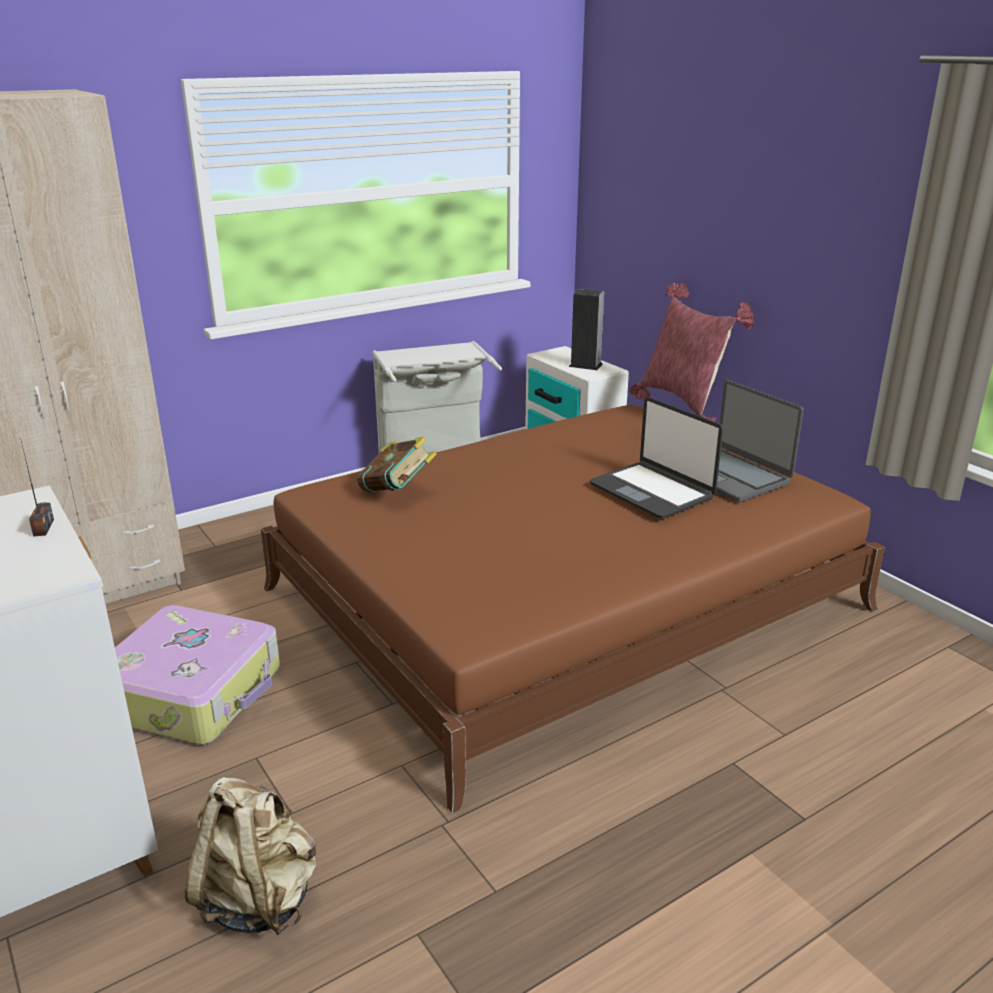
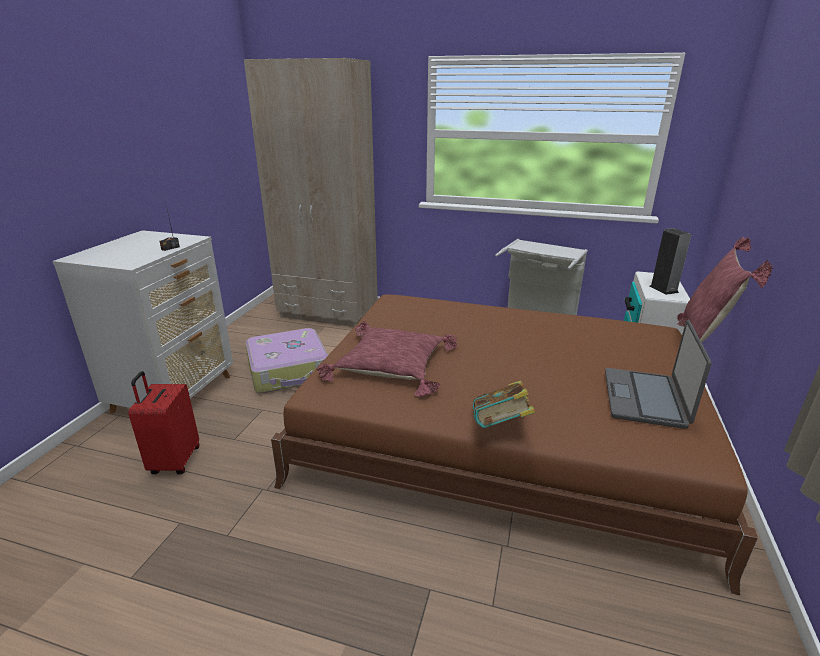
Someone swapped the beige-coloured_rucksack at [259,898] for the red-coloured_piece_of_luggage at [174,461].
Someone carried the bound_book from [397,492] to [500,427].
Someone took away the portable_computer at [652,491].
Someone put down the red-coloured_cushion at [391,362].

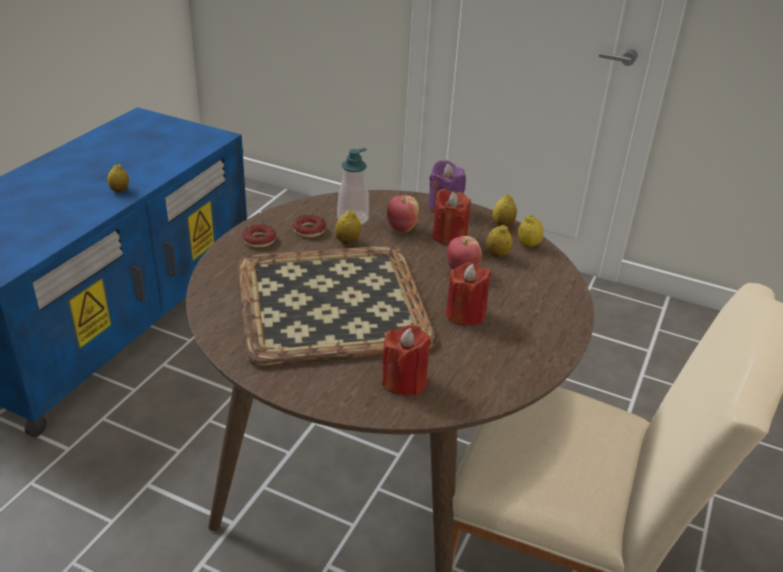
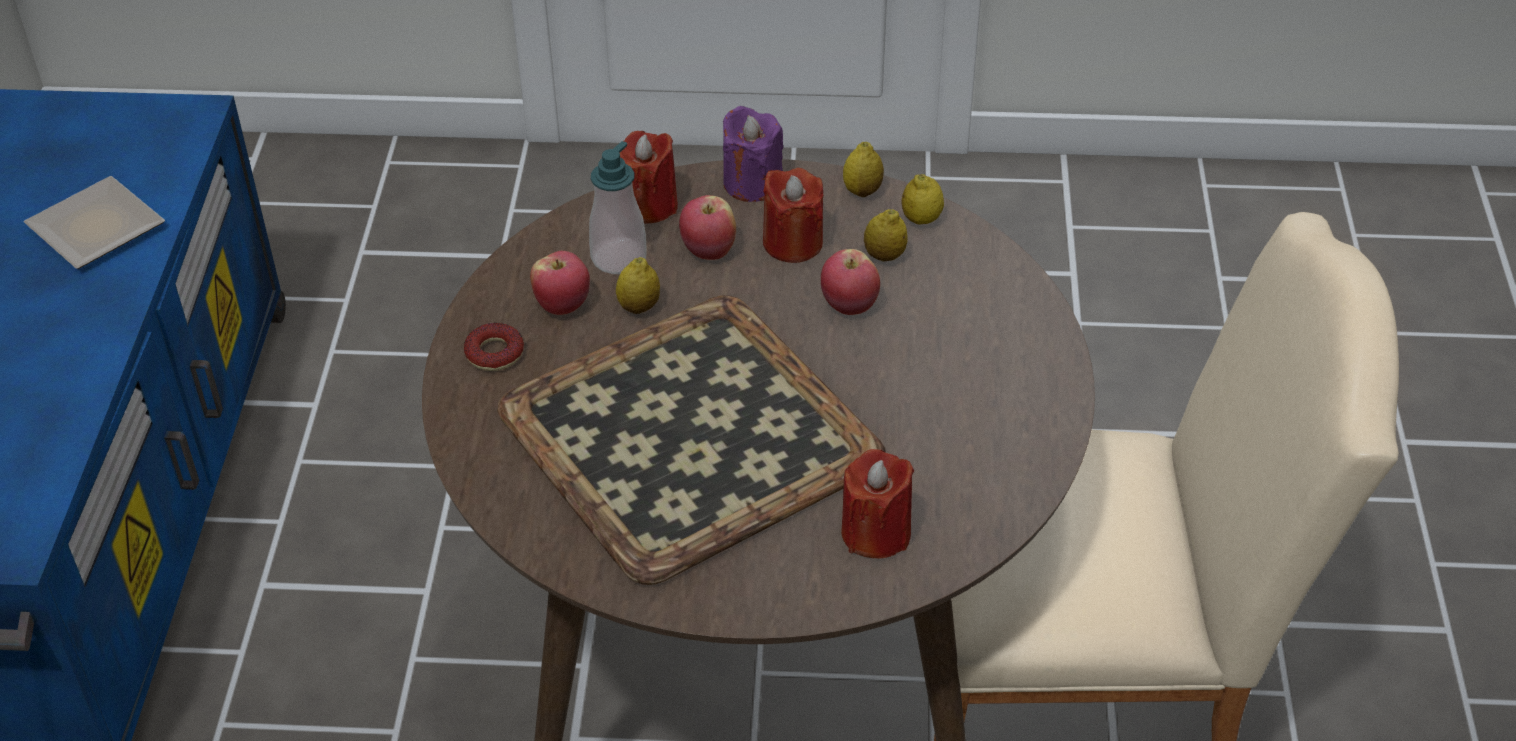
Someone took away the citrus_fruit at [119,190].
Someone swapped the doughnut at [309,230] for the apple_fruit at [563,305].
Someone carried the red-coloured_wax_candle from [465,314] to [648,205].
Someone put down the dinner_plate at [97,225].

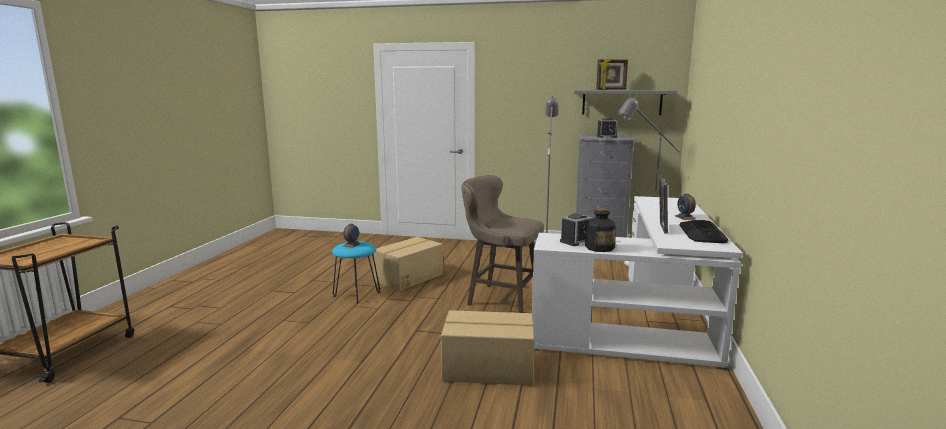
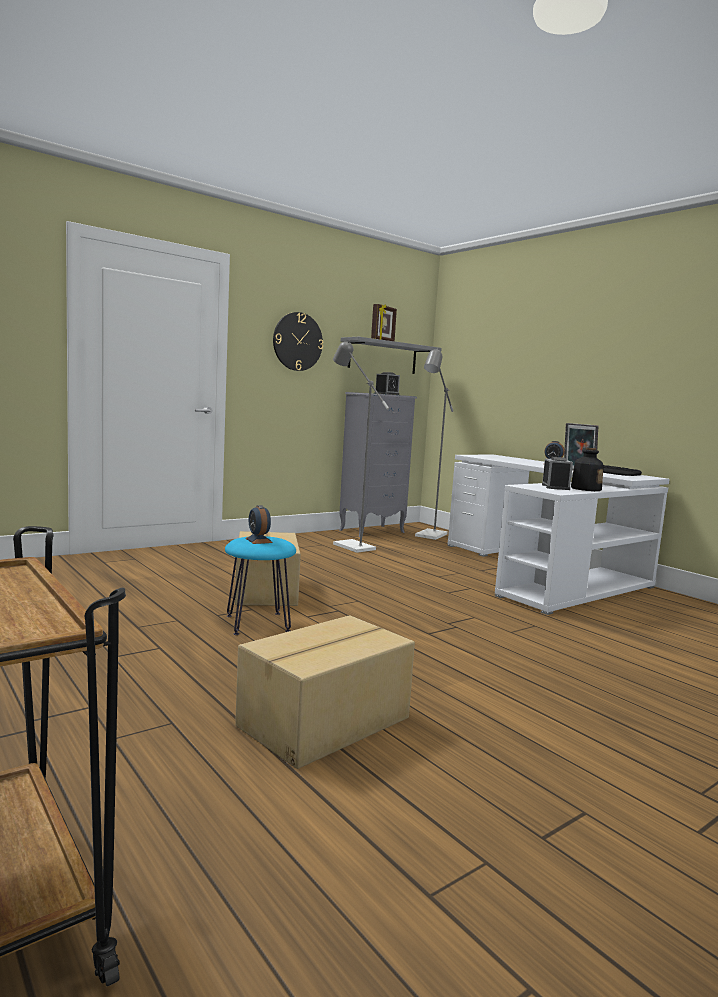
Someone carried the cardboard_box from [488,369] to [326,722].
Someone took away the beige-coloured_stool_seat at [500,298].
Someone put up the wall_clock at [297,341].

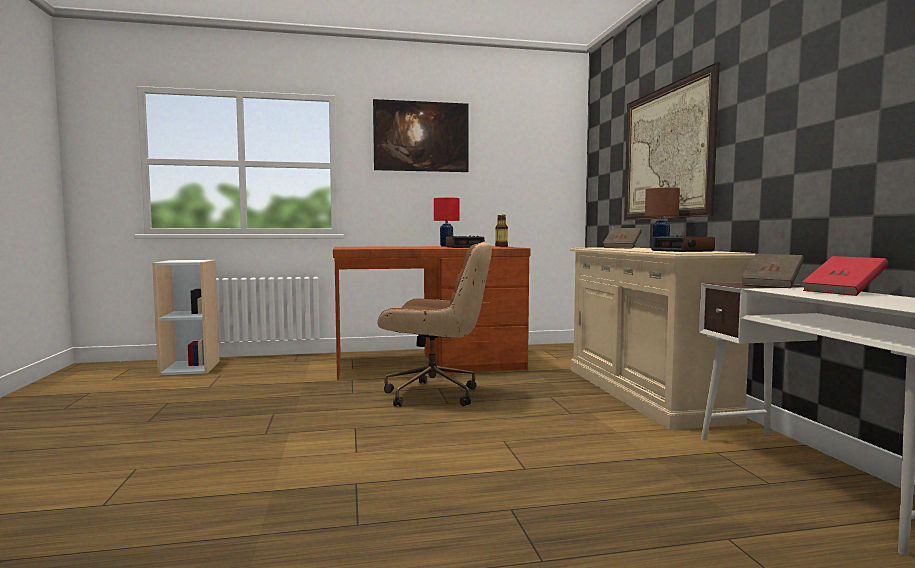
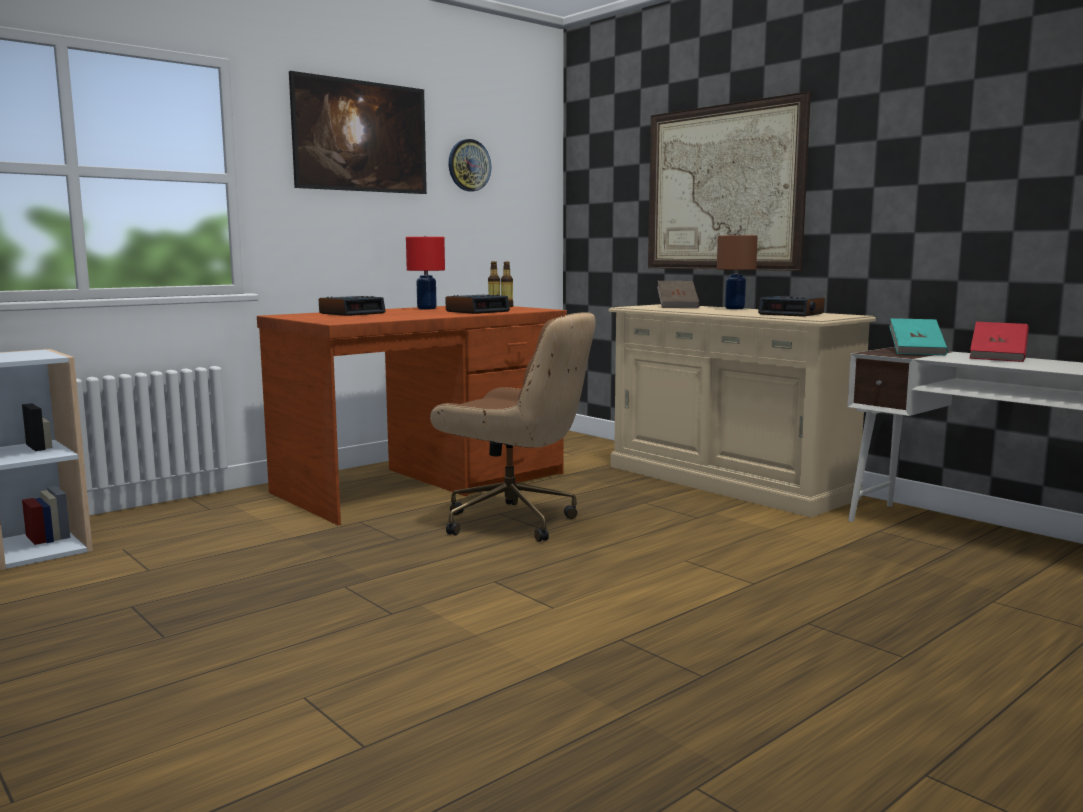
Someone rotated the brown_desk_chair at [435,395] by 45 degrees clockwise.
Someone repainted the brown_bound_book at [772,285], which became the turquoise_bound_book at [916,352].
Someone put down the table_clock at [352,313].
Someone put up the wall_clock at [469,165].

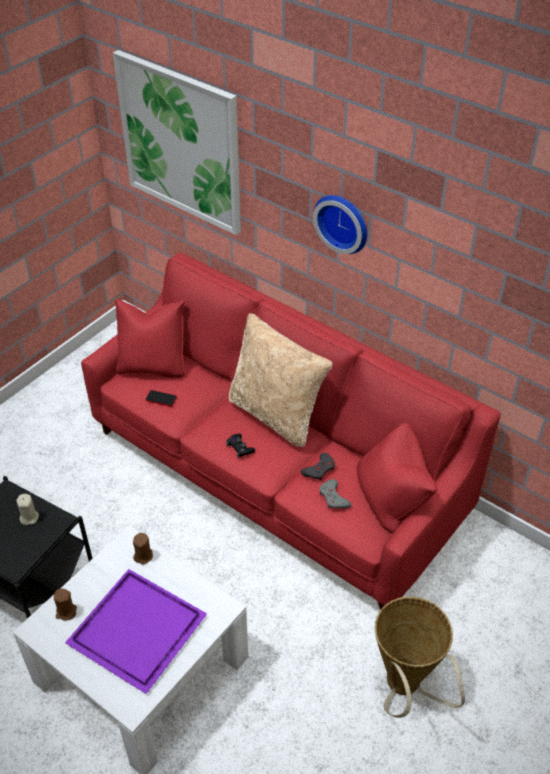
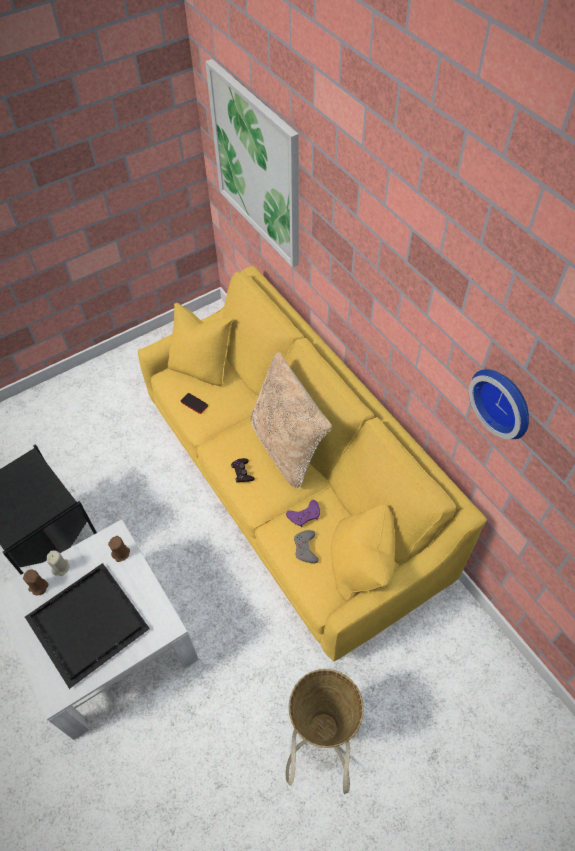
Someone carried the beige-coloured_wax_candle from [29,517] to [60,567].
Someone repainted the purplish_serving_tray at [137,633], which became the blackish_serving_tray at [87,626].
Someone repainted the red-coloured_sofa at [276,473], which became the yellowish_sofa at [290,490].
Someone repainted the gray_gamepad at [319,469], which became the purplish_gamepad at [304,515].
Someone carried the wall_clock from [343,222] to [504,401].

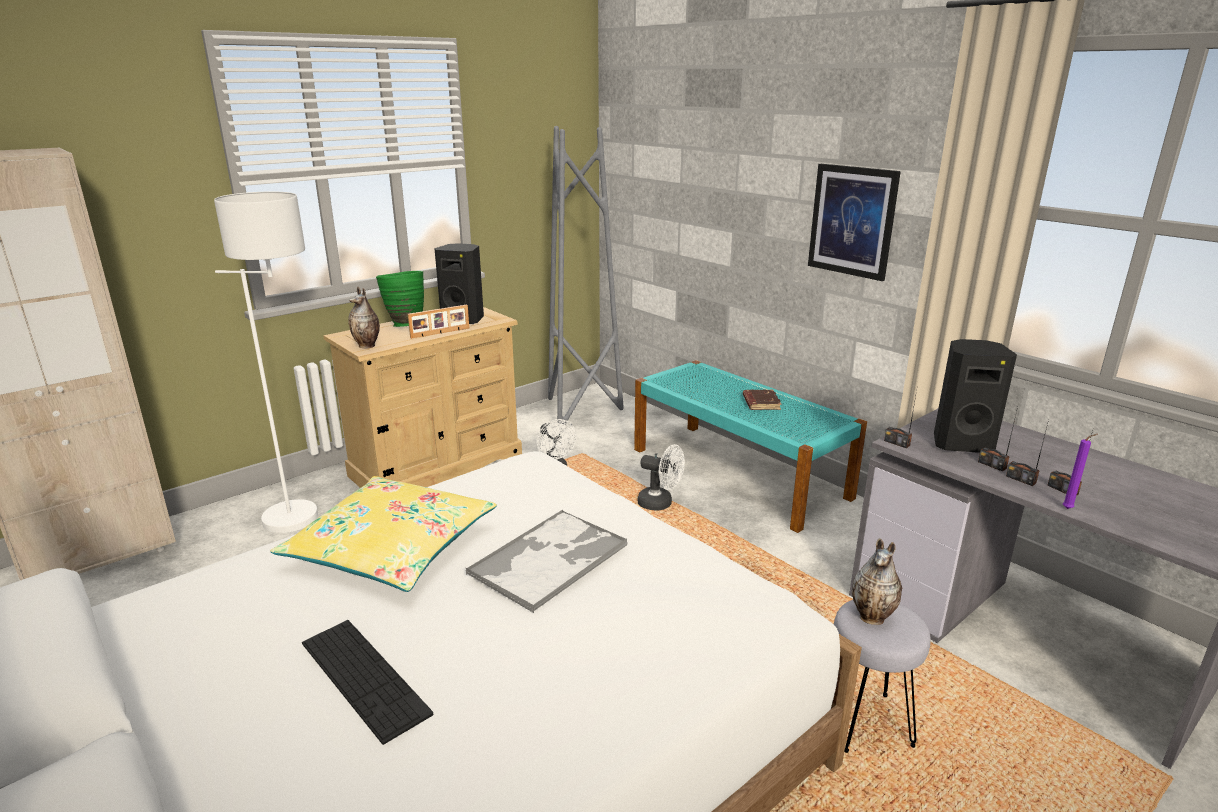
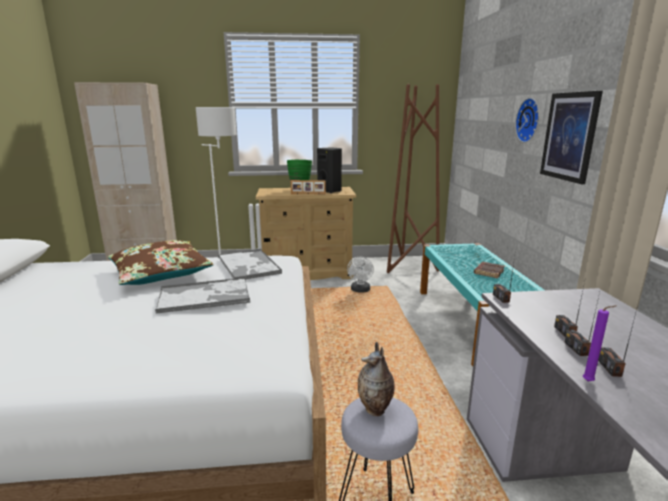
Someone repainted the yellowish_cushion at [391,548], which became the brown_cushion at [160,273].
Someone took away the keyboard at [364,677].
Someone took away the decorative_vase at [368,346].
Someone repainted the gray_garment_rack at [577,413], which became the brown_garment_rack at [409,266].
Someone took away the white_fan at [660,504].
Someone took away the blackish_audio_speaker at [961,443].
Someone put down the serving_tray at [249,265].
Someone put up the wall_clock at [530,120].

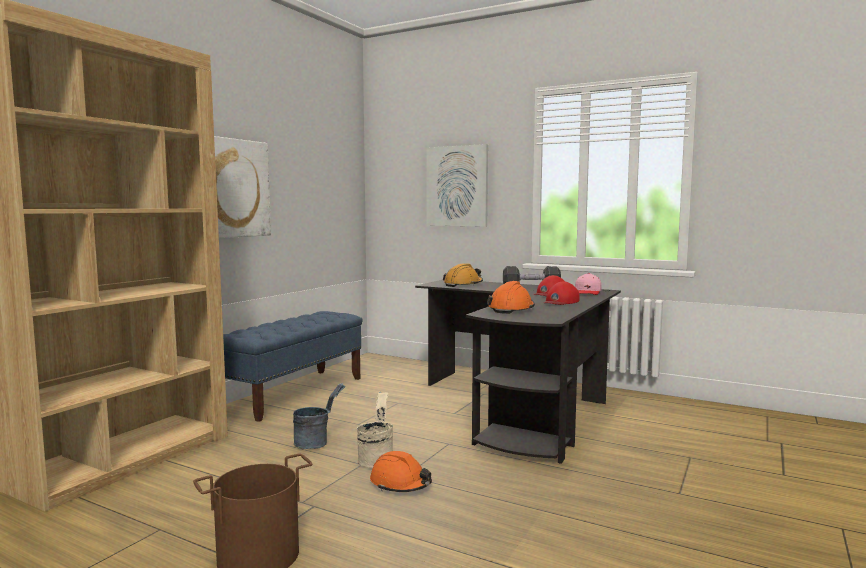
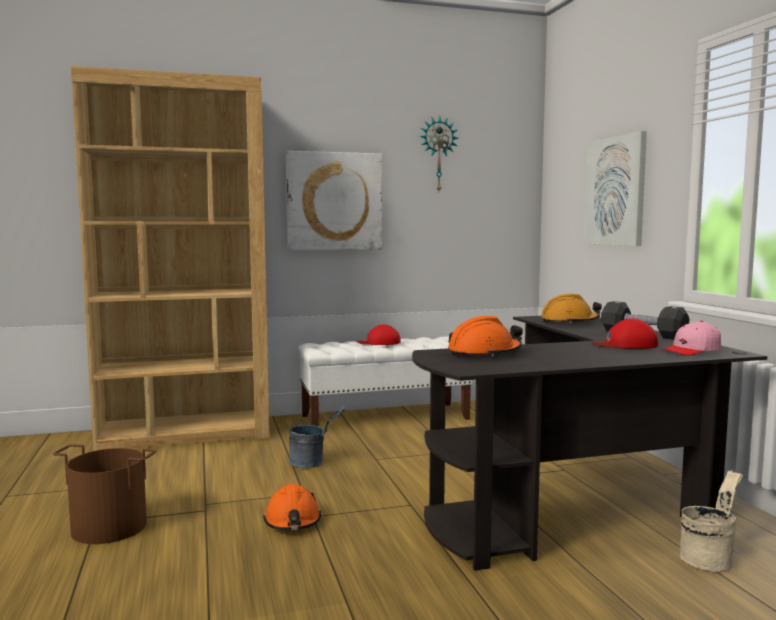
Someone repainted the blue-coloured_indoor_bench at [294,393], which became the white_indoor_bench at [385,417].
Someone carried the beige-coloured_bucket from [376,459] to [709,558].
Someone carried the red-coloured_baseball_cap from [560,301] to [379,342].
Someone put up the wall_clock at [438,154].

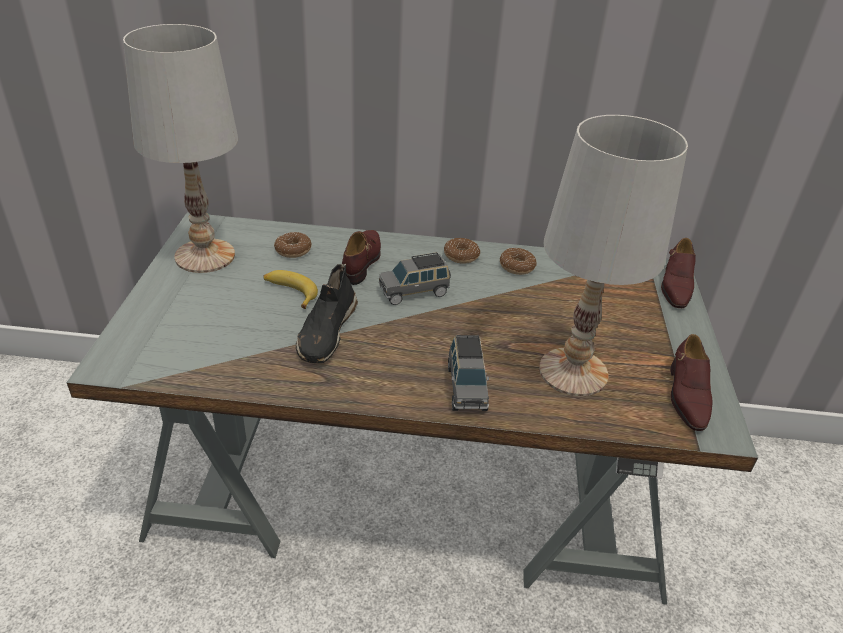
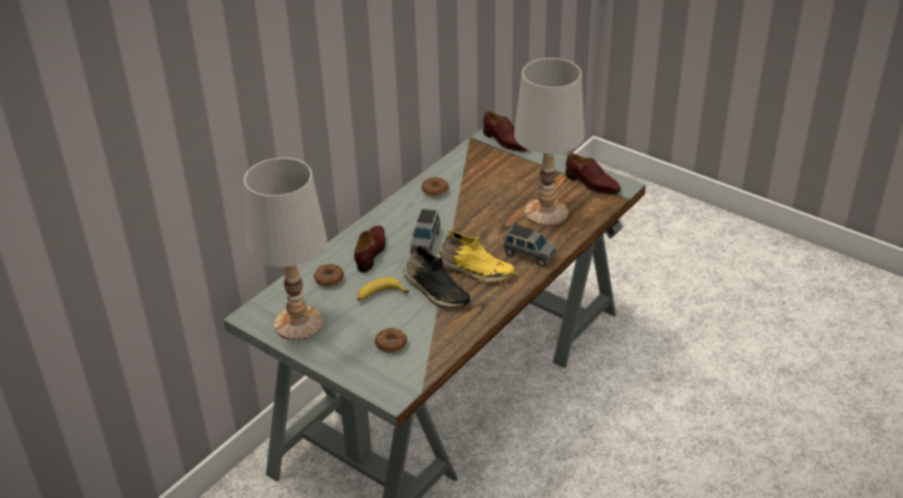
Someone rotated the brown_low_shoe at [363,261] by 60 degrees clockwise.
Someone carried the doughnut from [461,256] to [391,344].
Someone put down the yellowish_low_shoe at [474,271].

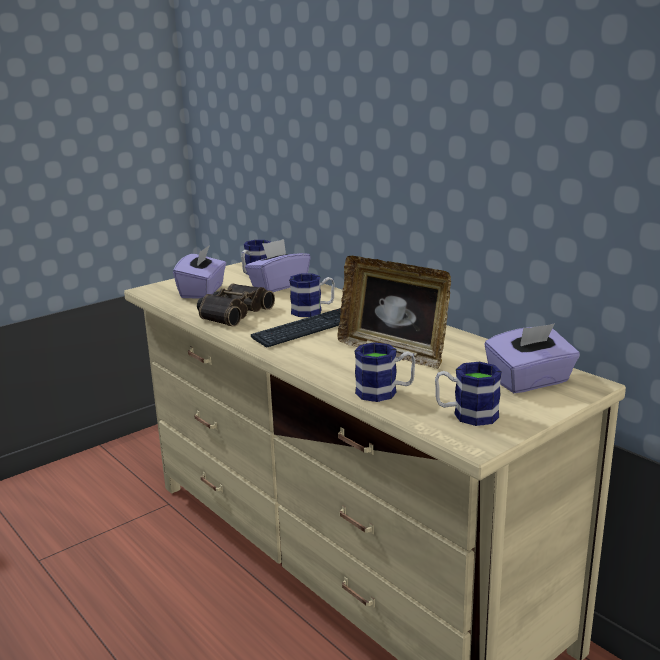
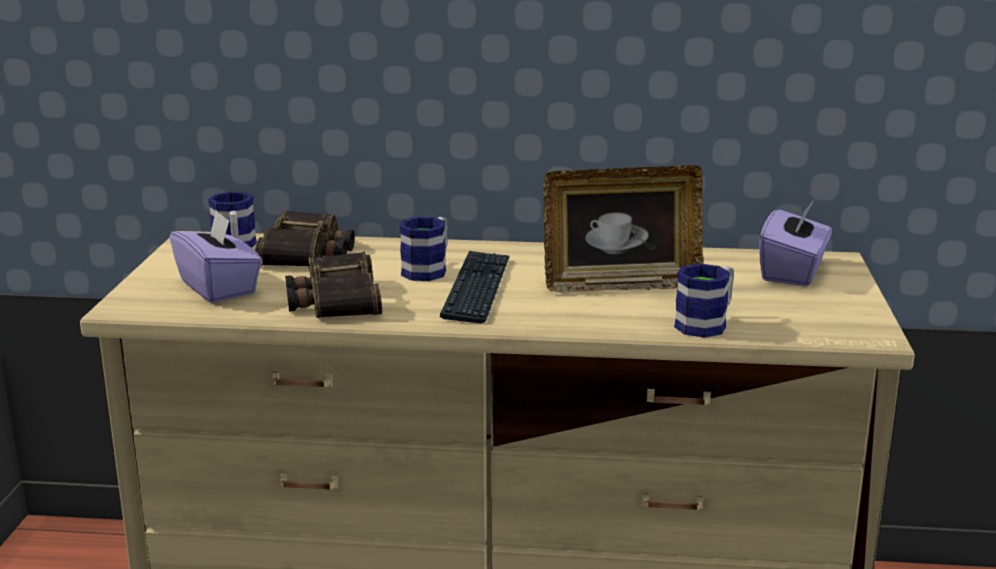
Someone swapped the purplish_box_of_tissues at [278,285] for the pair_of_binoculars at [307,253].
Someone took away the mug at [466,414].

